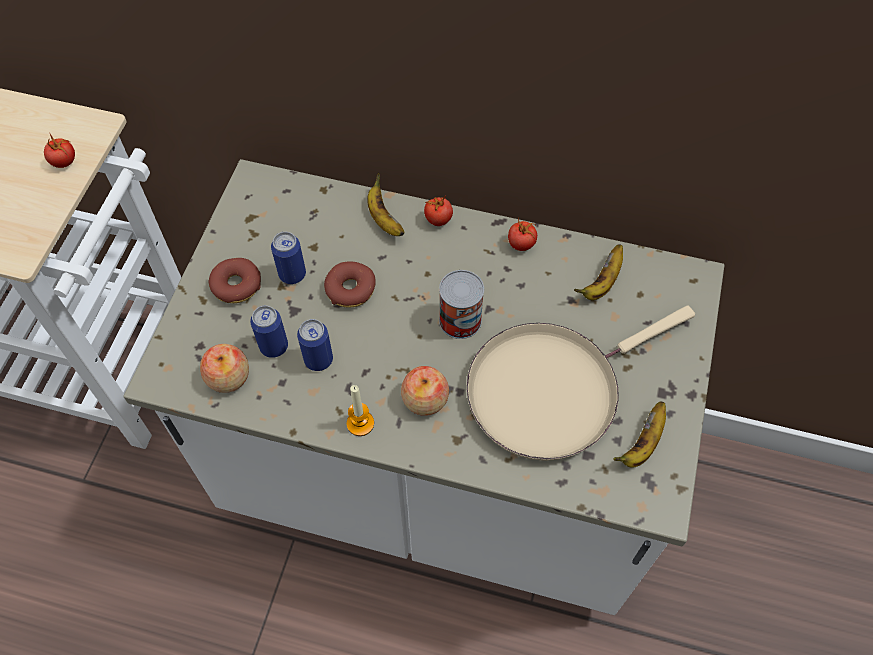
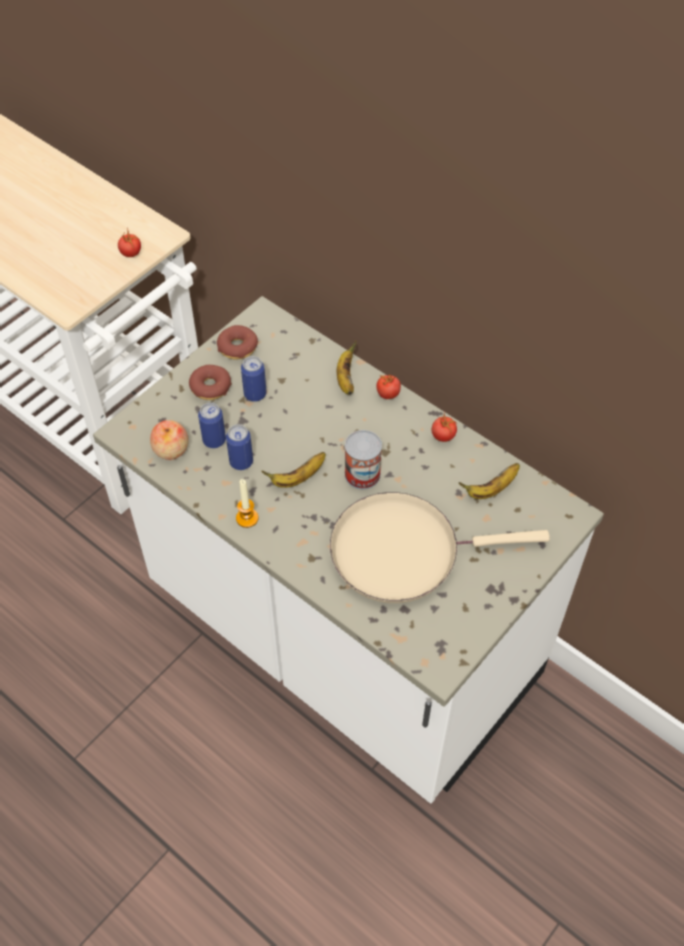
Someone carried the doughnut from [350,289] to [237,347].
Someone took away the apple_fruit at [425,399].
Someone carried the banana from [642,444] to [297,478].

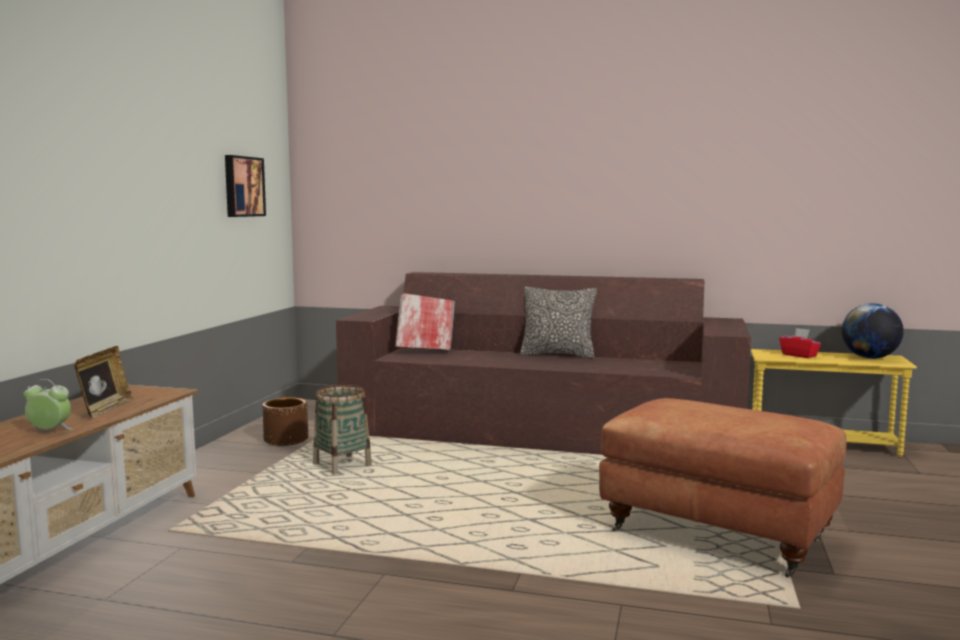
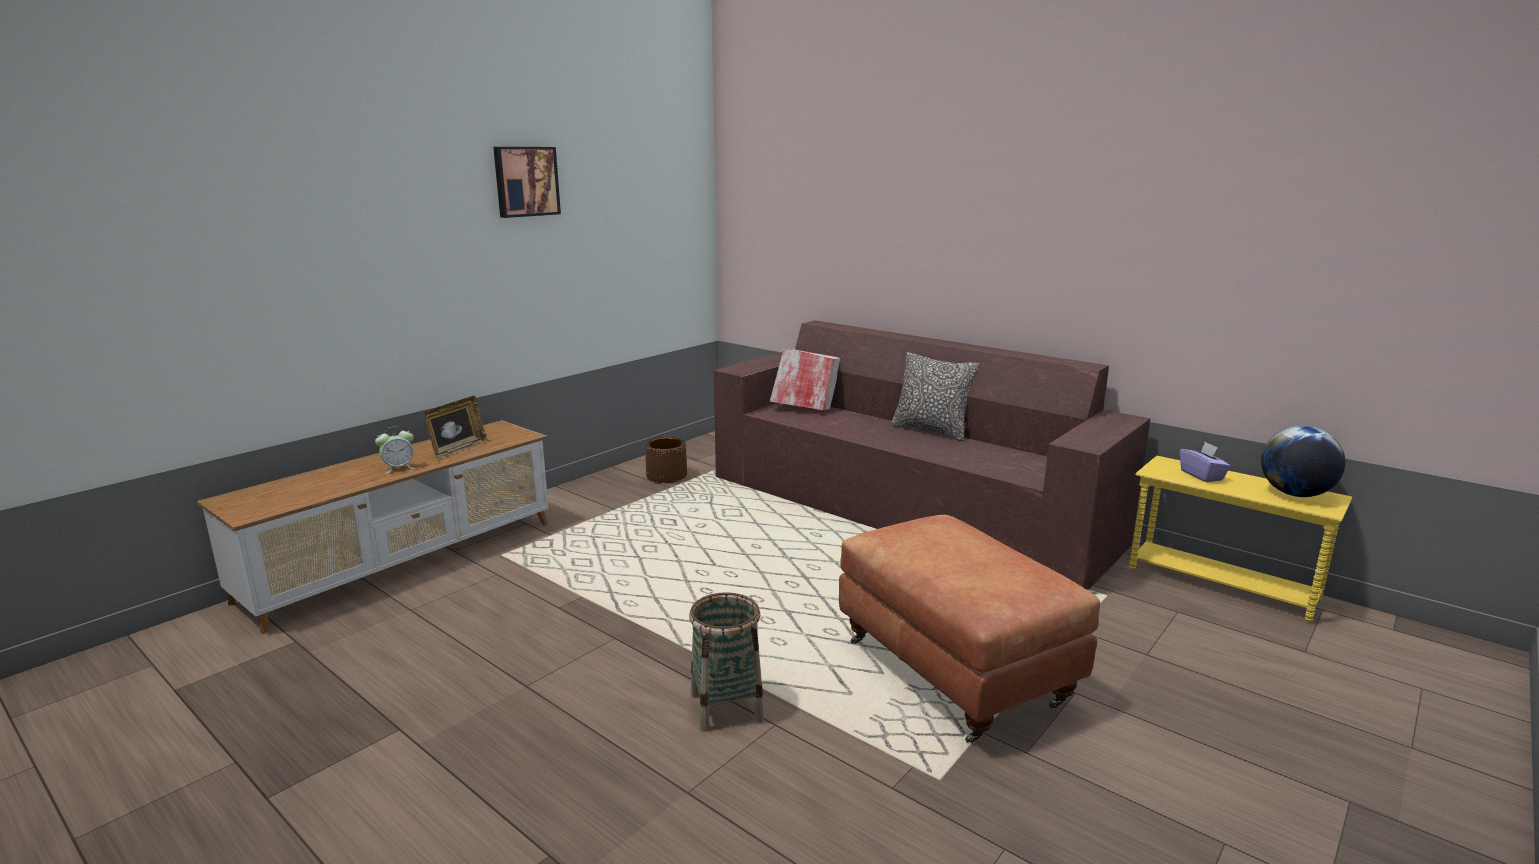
Someone rotated the table_clock at [50,431] by 120 degrees clockwise.
Someone carried the wall_picture from [243,186] to [525,181].
Someone carried the storage_basket from [342,465] to [726,707].
Someone repainted the red-coloured_box_of_tissues at [799,355], which became the purplish_box_of_tissues at [1202,475].

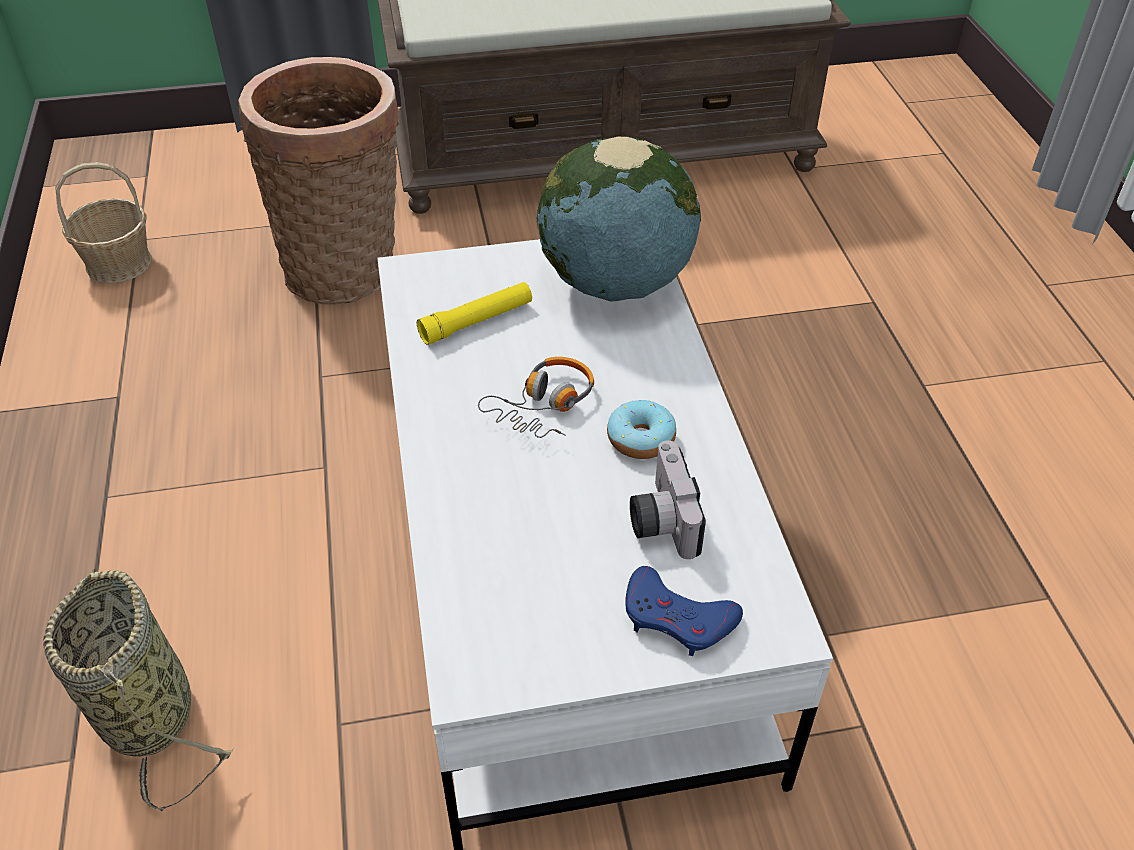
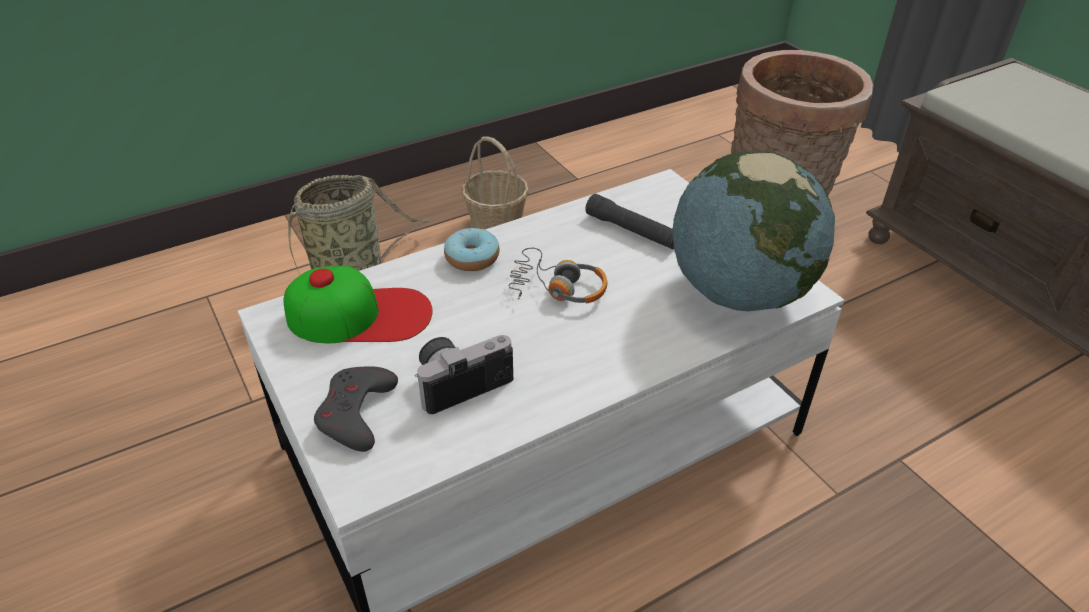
Someone carried the storage_basket from [118,263] to [496,224].
Someone repainted the yellowish_hand_torch at [477,321], which became the blackish_hand_torch at [632,231].
Someone carried the doughnut from [640,439] to [472,258].
Someone repainted the blue-coloured_gamepad at [677,618], which became the gray_gamepad at [356,413].
Someone put down the baseball_cap at [360,314].

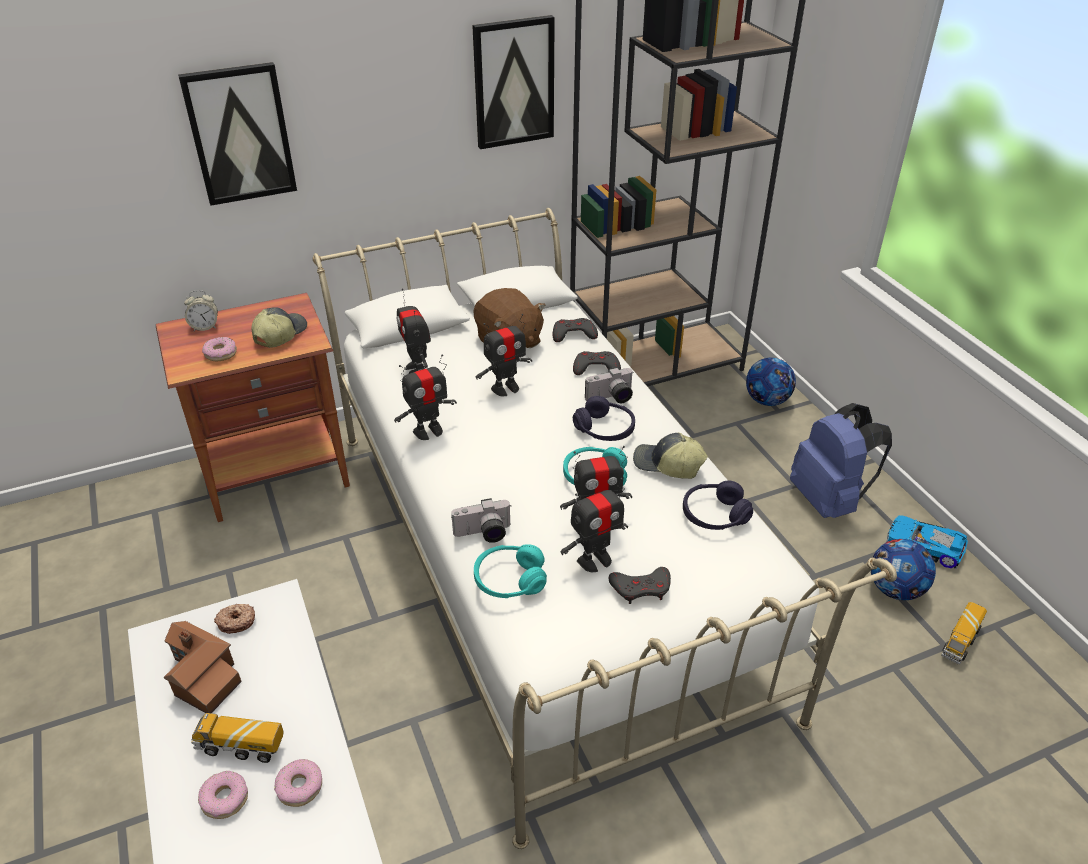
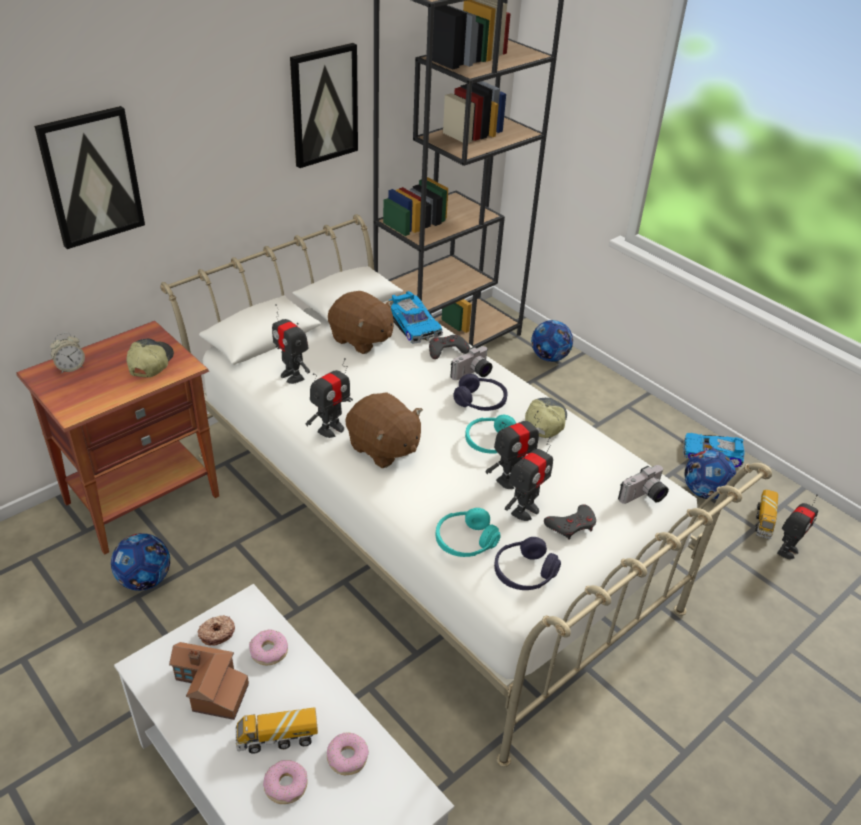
Someone carried the doughnut from [221,353] to [269,651].
Someone carried the still_camera from [483,534] to [644,497].
Someone carried the model_robot from [505,388] to [787,550].
Someone swapped the gray_gamepad at [573,334] for the miniature_car at [414,324].
Someone rotated the baseball_cap at [667,465] by 105 degrees clockwise.
Someone carried the purplish_headphones from [714,515] to [524,573].
Someone took away the blue-coloured_rucksack at [829,500].
Someone put down the football_ball at [145,580].
Someone put down the brown_plush_toy at [383,448].

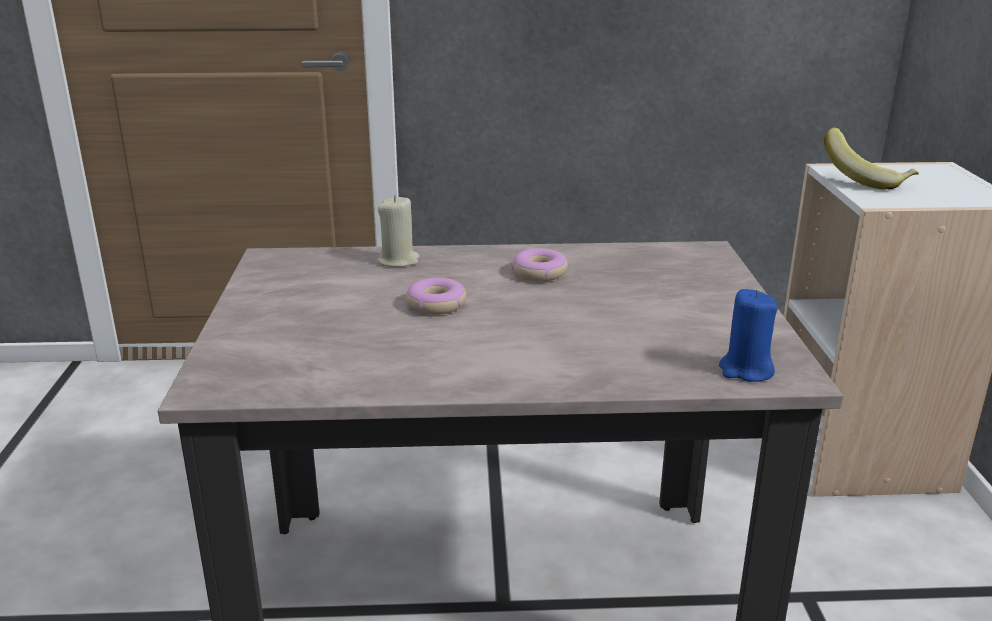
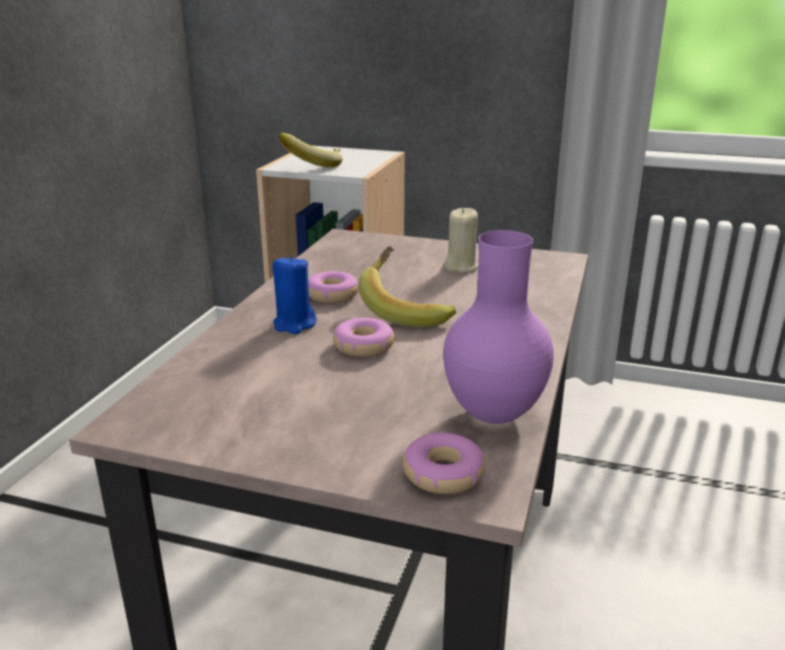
Someone carried the beige-coloured_wax_candle from [398,261] to [460,267].
Someone carried the blue-coloured_wax_candle from [745,370] to [294,324].
Someone put down the banana at [406,309].
Someone put down the doughnut at [443,474].
Someone put down the purplish_decorative_vase at [494,414].

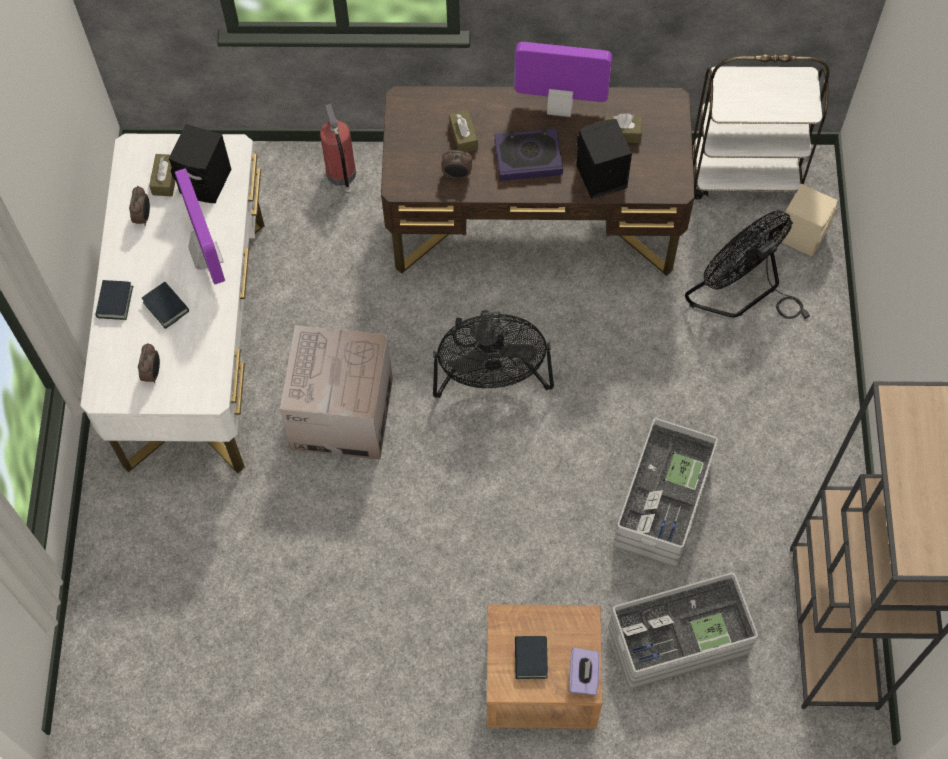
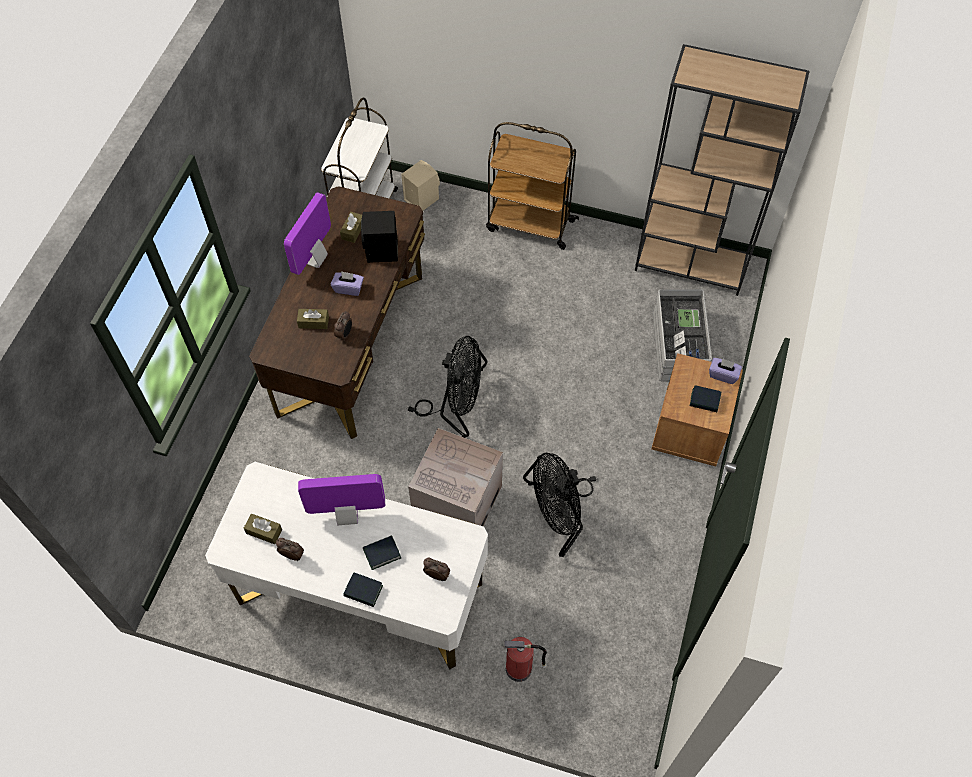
Someone took away the blackish_audio_speaker at [207,182].
Someone carried the fire-fighting_cylinder from [341,174] to [520,668].
Someone swapped the bound_book at [528,157] for the purplish_box_of_tissues at [348,288].
Someone took away the gray_storage_container at [664,503].
Someone carried the blackish_fan from [748,289] to [560,510].
Someone put down the brown_wheeled_cart at [529,225].

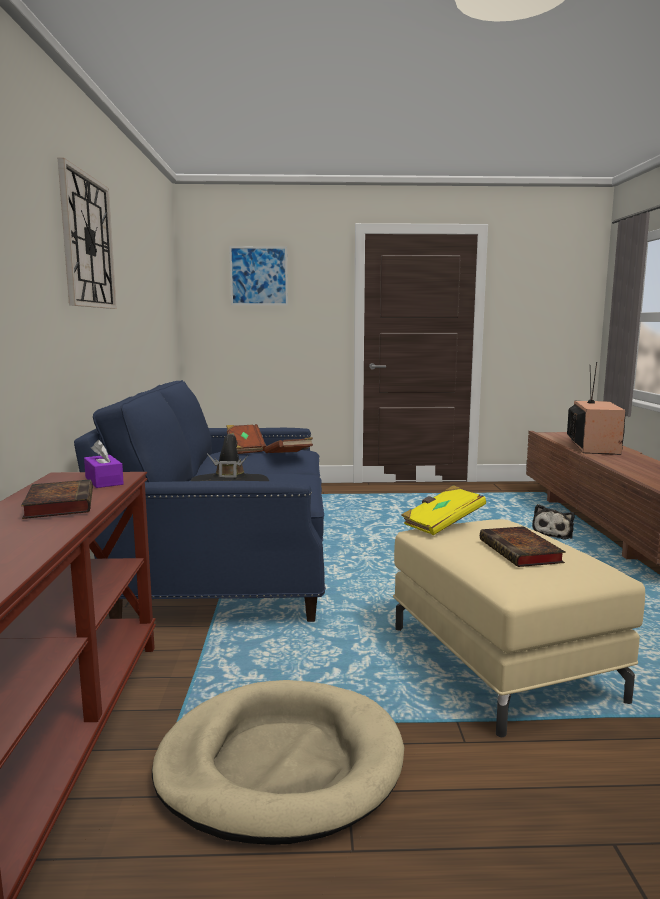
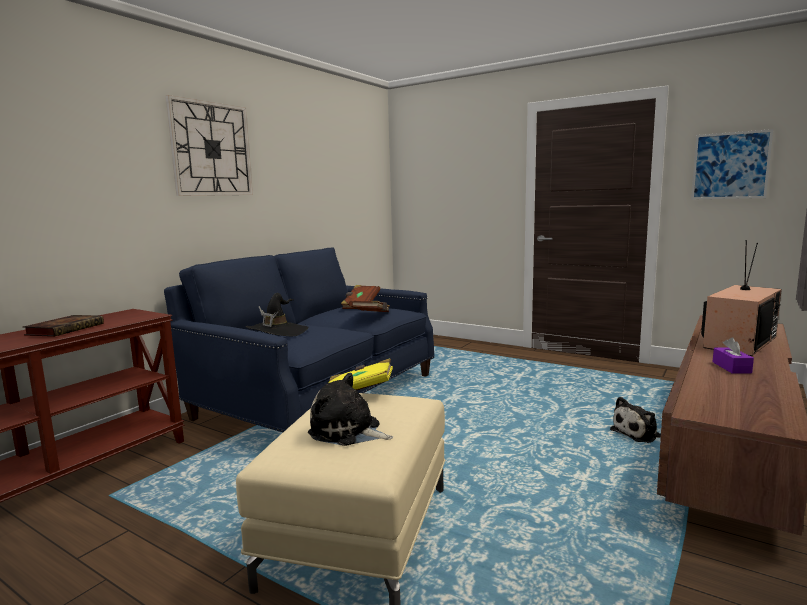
Someone carried the purplish_box_of_tissues from [104,481] to [731,367].
Someone took away the beige-coloured_dog_bed at [280,765].
Someone carried the wall_picture from [258,276] to [730,166].
Someone swapped the bound_book at [522,552] for the plush_toy at [348,431].

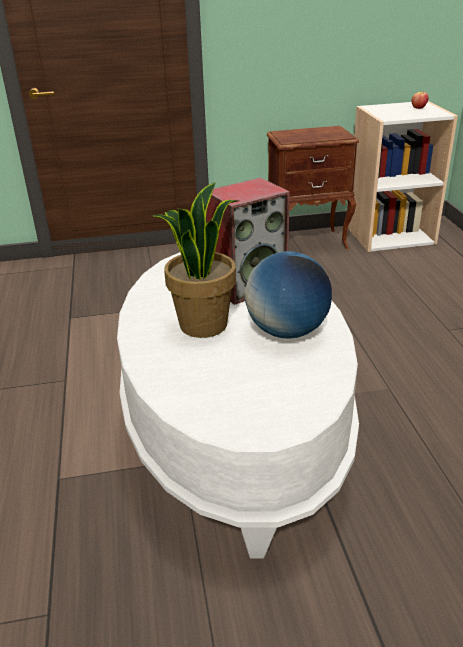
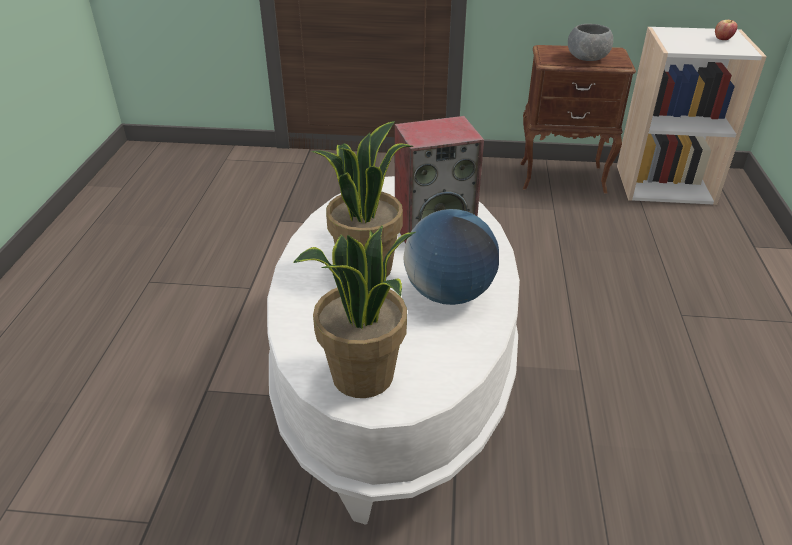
Someone put down the plant_in_a_pot at [363,377].
Someone put down the gray_serving_bowl at [587,58].

